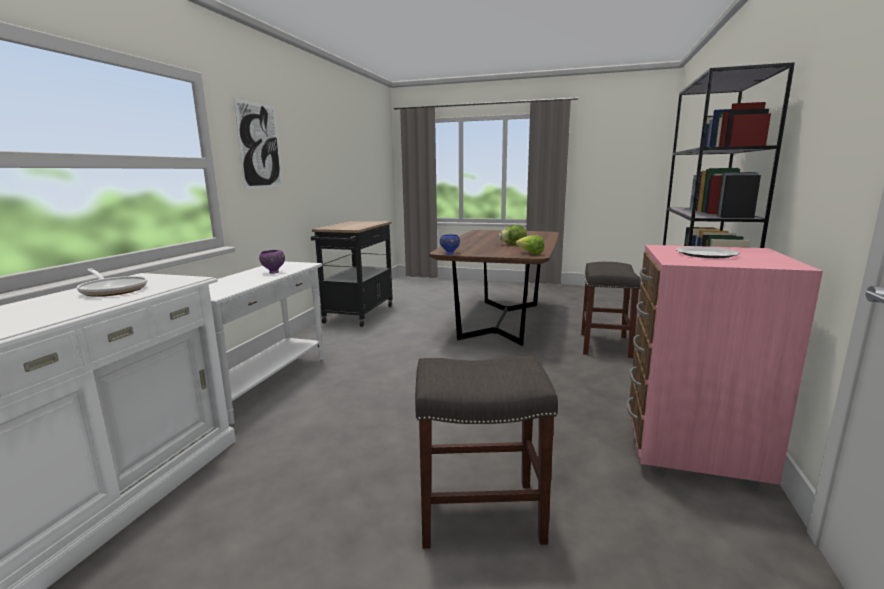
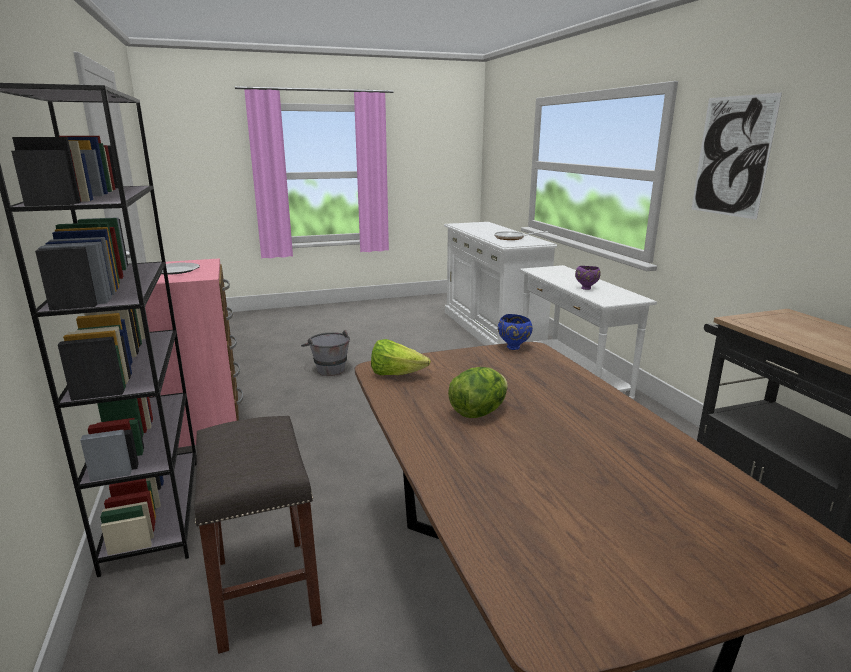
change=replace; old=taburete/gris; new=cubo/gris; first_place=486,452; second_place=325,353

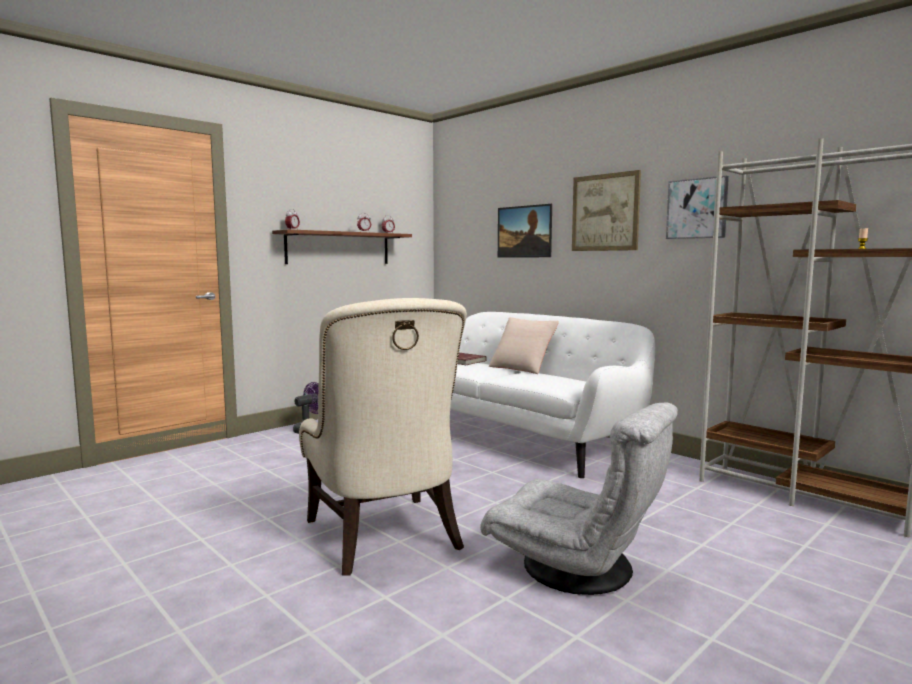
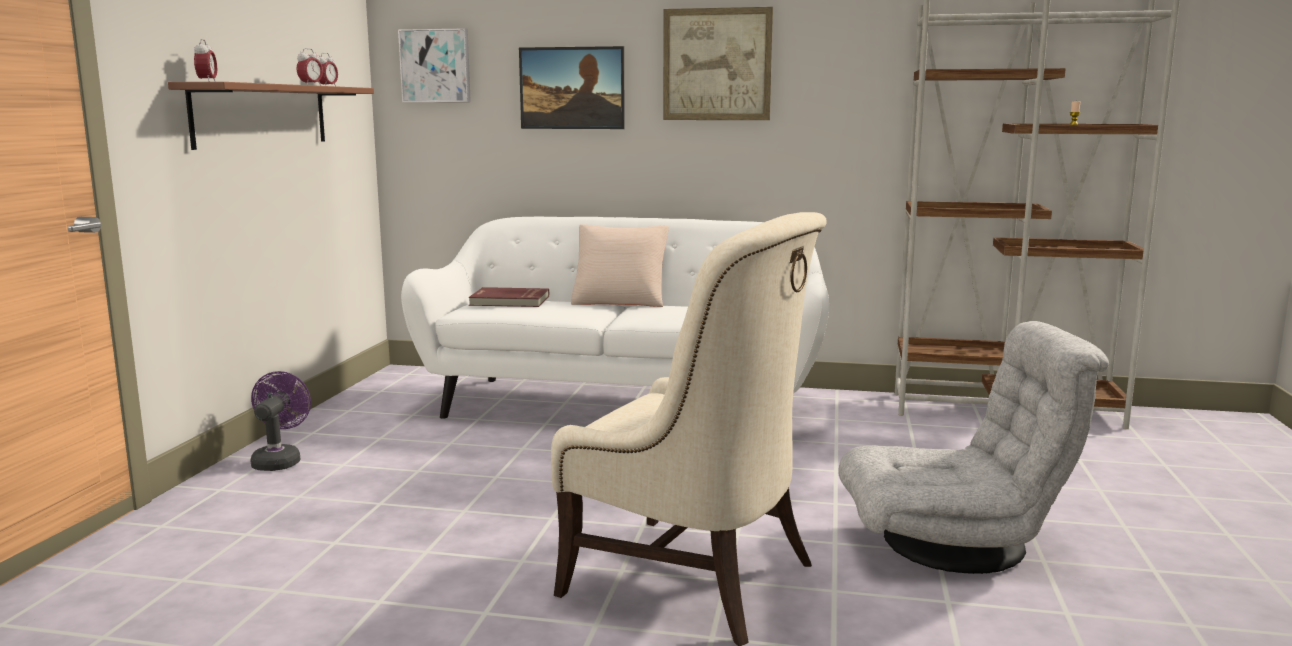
change=move; old=cuadro; first_place=697,207; second_place=434,65

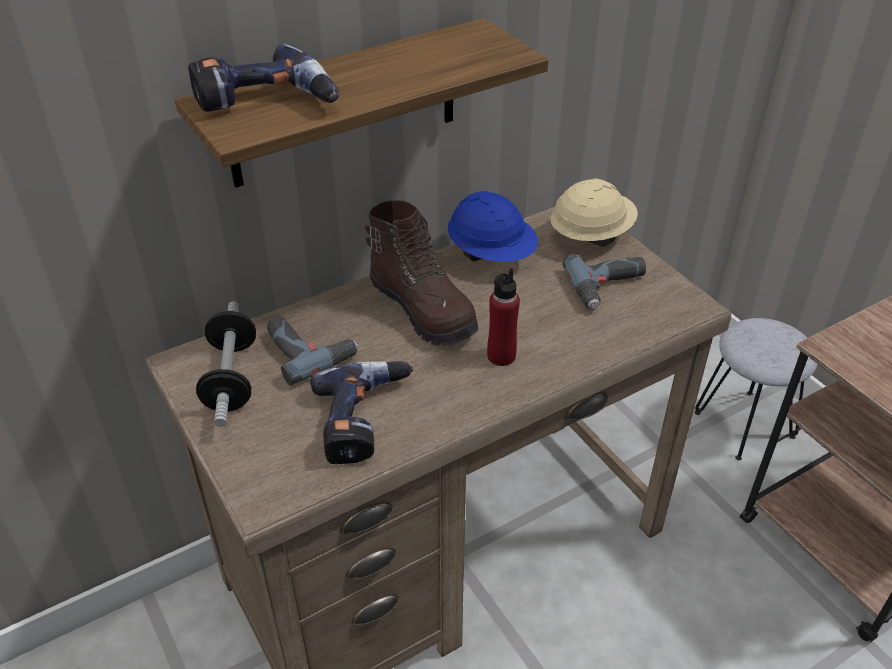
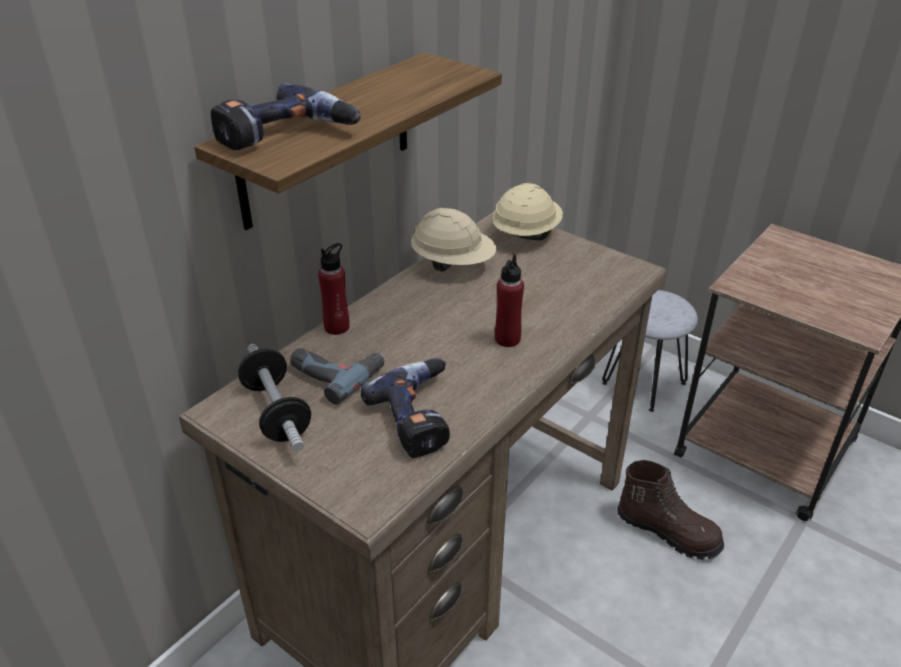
change=delete; old=taladro; first_place=604,281
change=insert; new=botella/rojo; second_place=334,289
change=move; old=bota/marrón; first_place=422,273; second_place=670,510
change=recolor; old=casco/azul; new=casco/beis; first_place=493,226; second_place=453,240

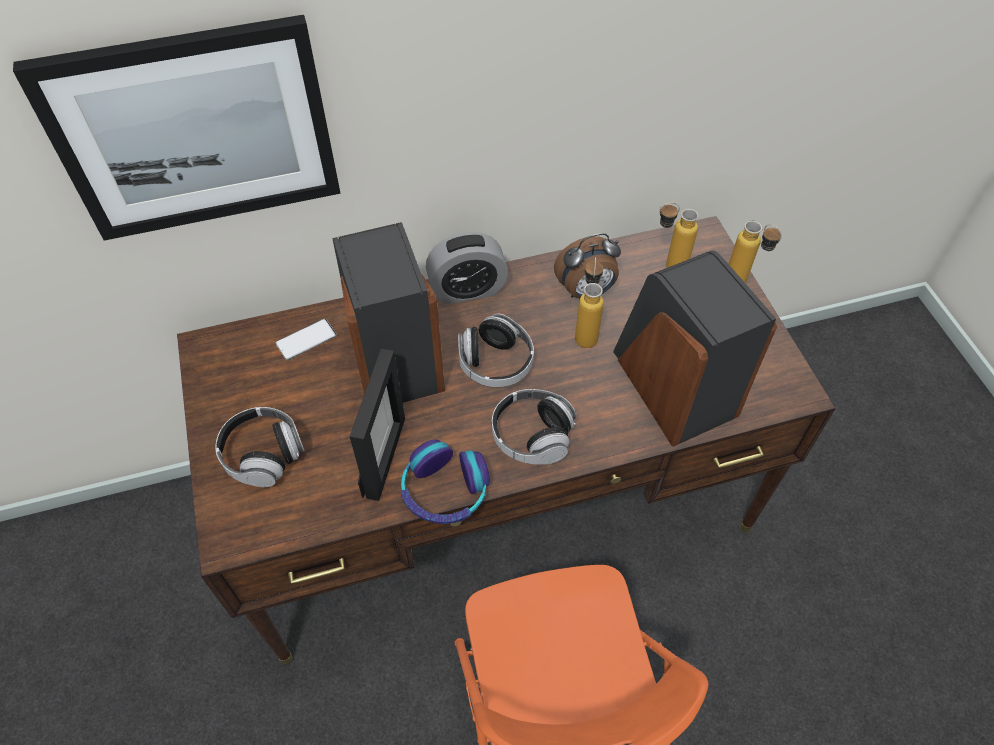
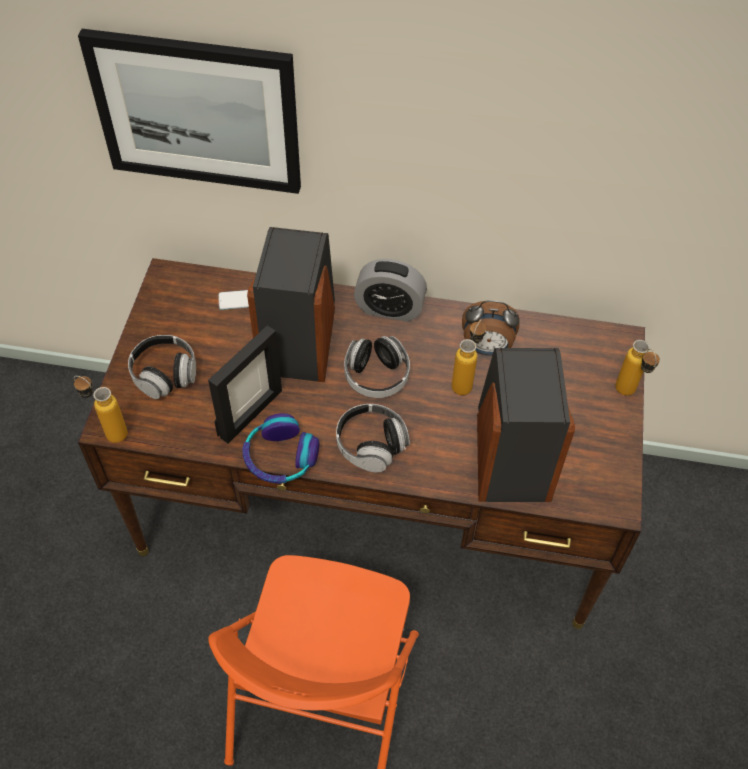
change=move; old=botella; first_place=679,235; second_place=101,409

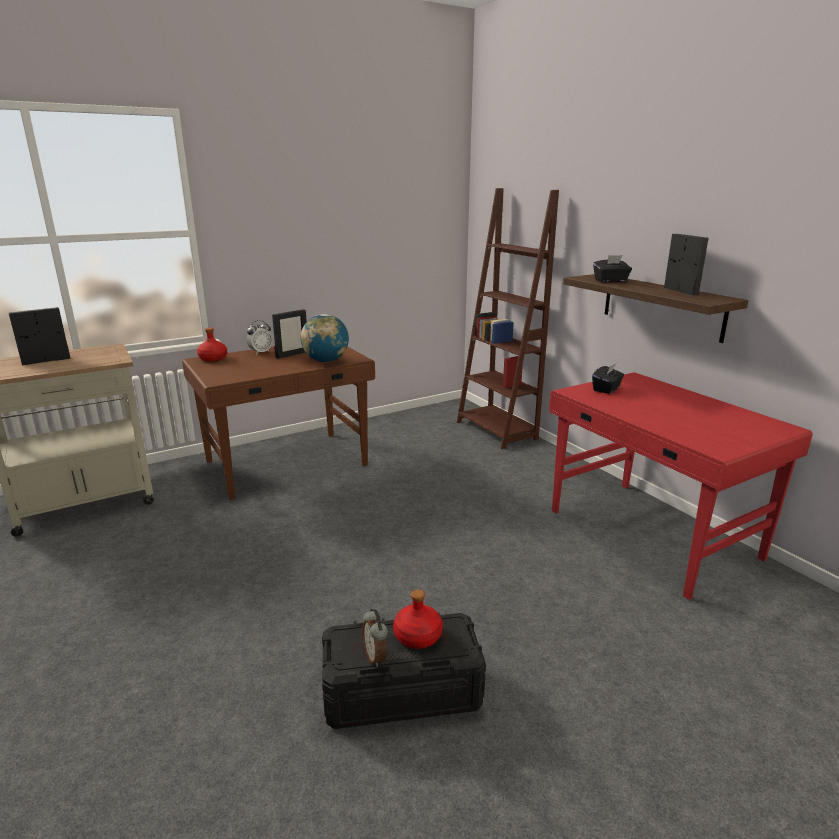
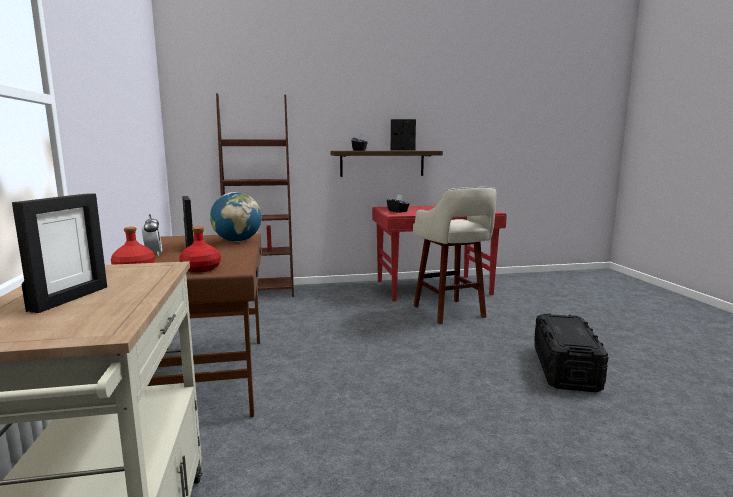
change=delete; old=despertador; first_place=375,638
change=insert; new=taburete/beis; second_place=455,255
change=move; old=botella/rojo; first_place=418,619; second_place=200,249
change=rotate; old=portarretratos; first_place=40,336; second_place=59,253; degrees=-150

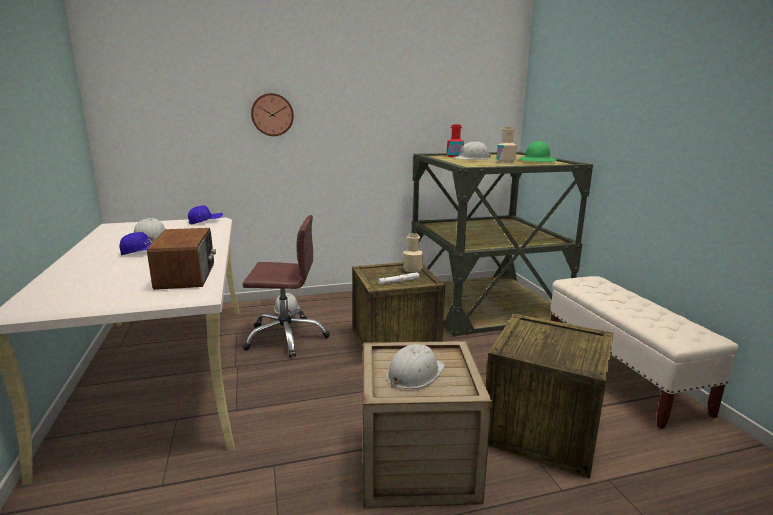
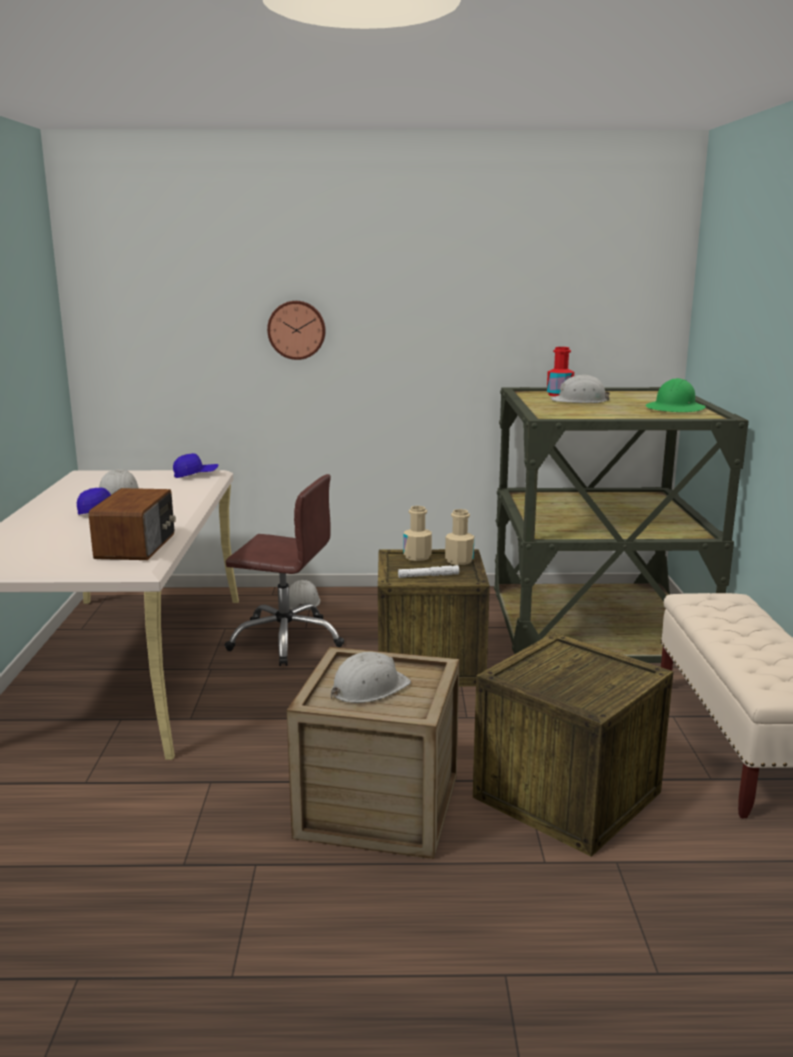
change=move; old=botella/beis; first_place=507,145; second_place=418,533

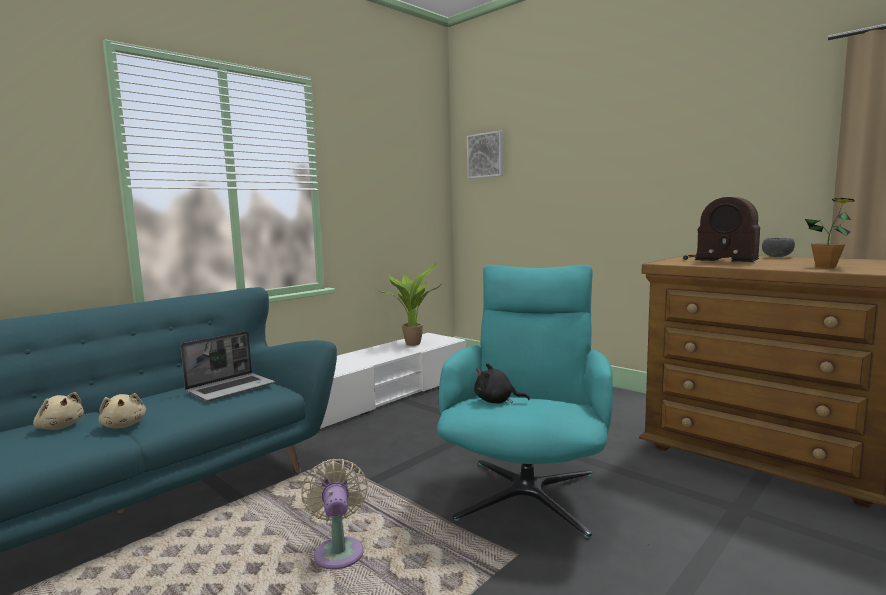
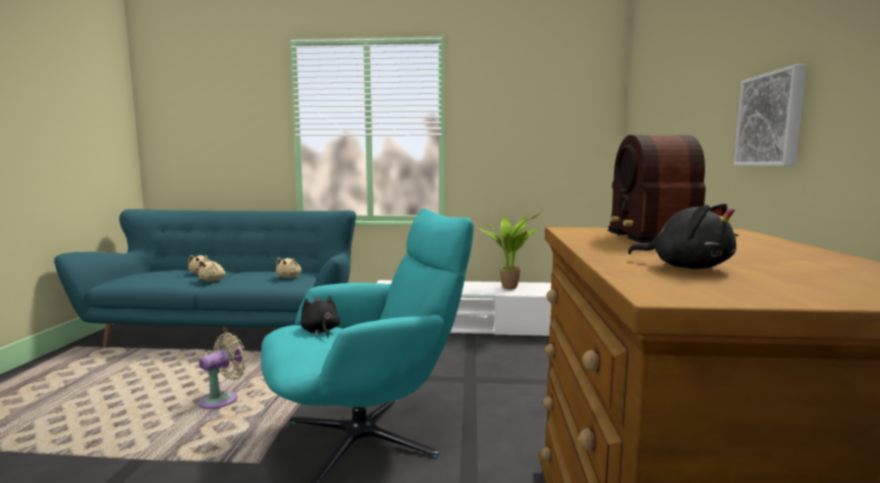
change=delete; old=cuenco/gris; first_place=778,247
change=move; old=cuadro; first_place=485,155; second_place=770,115
change=replace; old=portátil; new=peluche/beis; first_place=228,366; second_place=289,268
change=replace; old=planta en maceta; new=peluche/negro; first_place=829,233; second_place=682,236

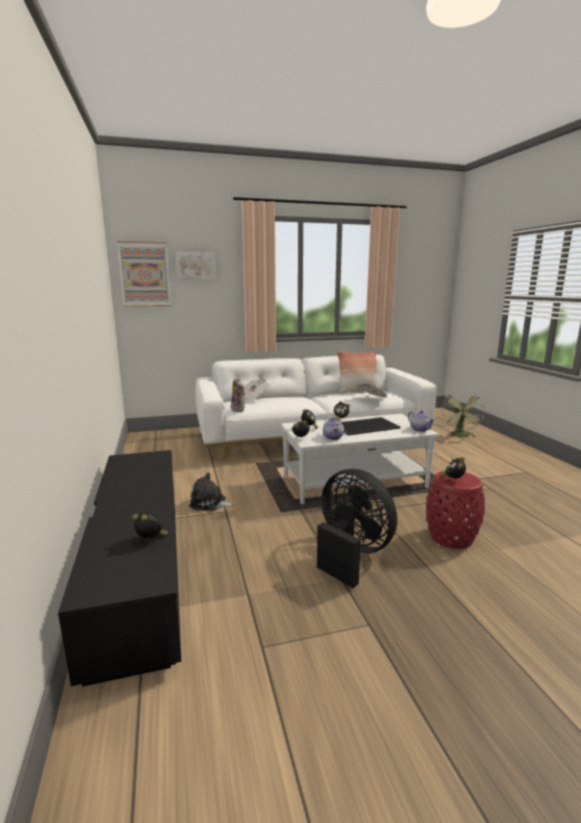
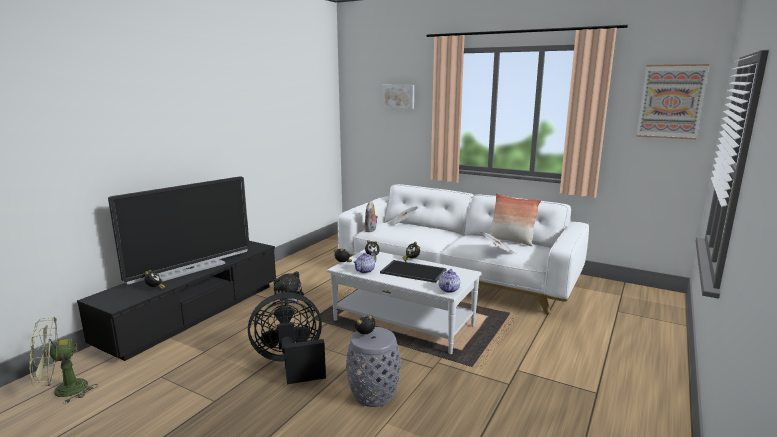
change=insert; new=televisor; second_place=179,230
change=move; old=cuadro; first_place=144,274; second_place=673,102
change=move; old=ventilador/verde; first_place=463,414; second_place=63,360
change=recolor; old=taburete/rojo; new=taburete/gris; first_place=455,510; second_place=373,367
change=rotate; old=ventilador/negro; first_place=357,528; second_place=287,338; degrees=-105

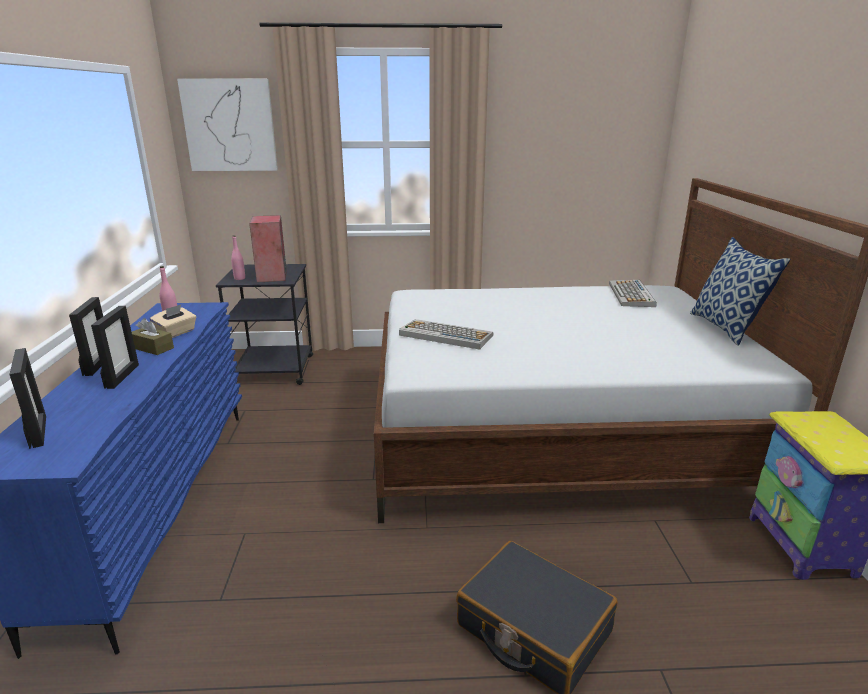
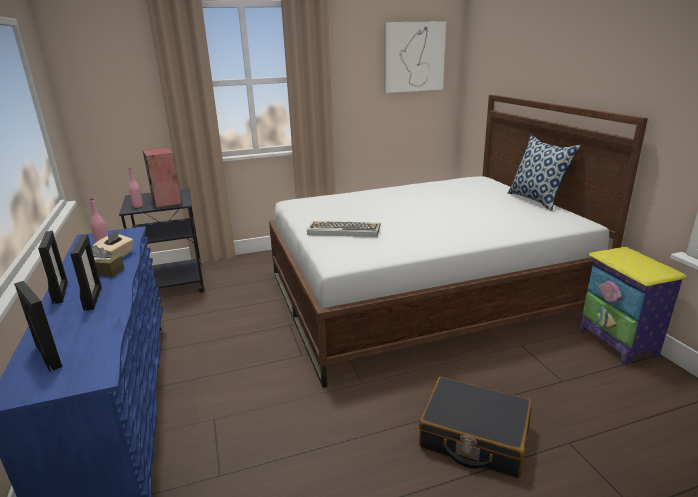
change=delete; old=teclado; first_place=633,293
change=move; old=cuadro; first_place=227,125; second_place=415,57

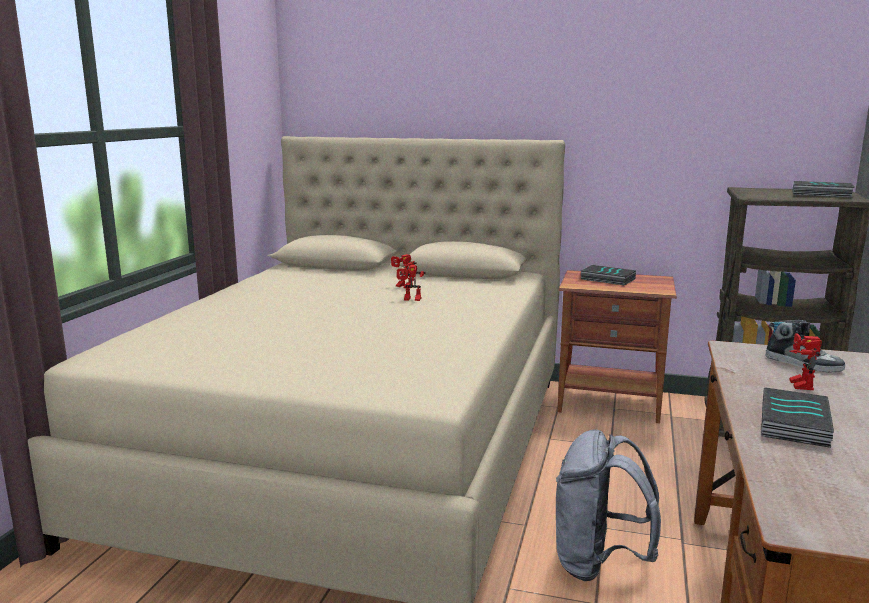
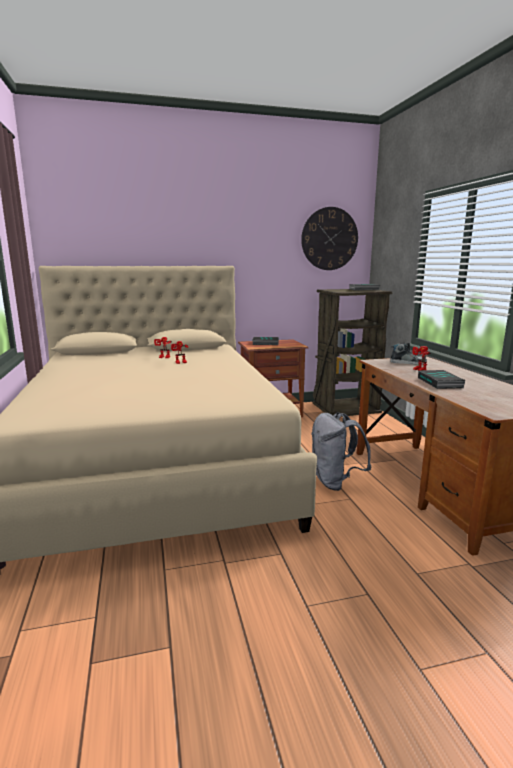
change=insert; new=reloj de pared; second_place=329,238

